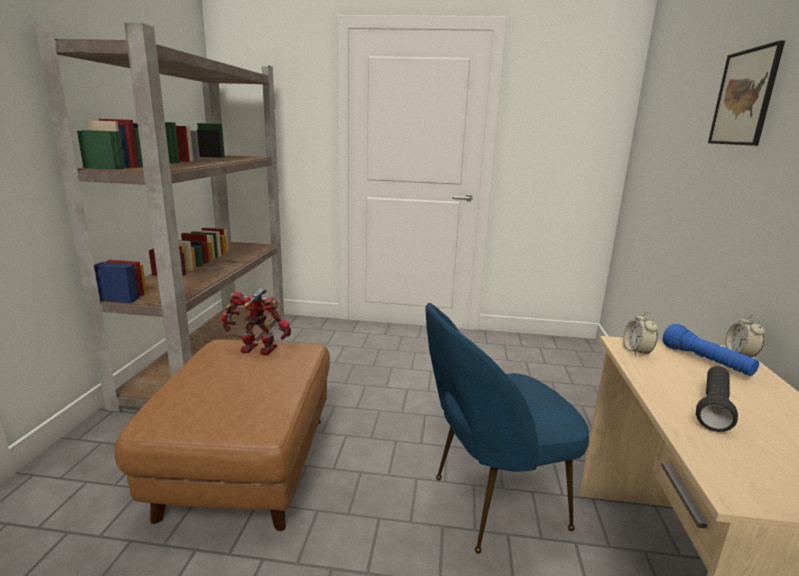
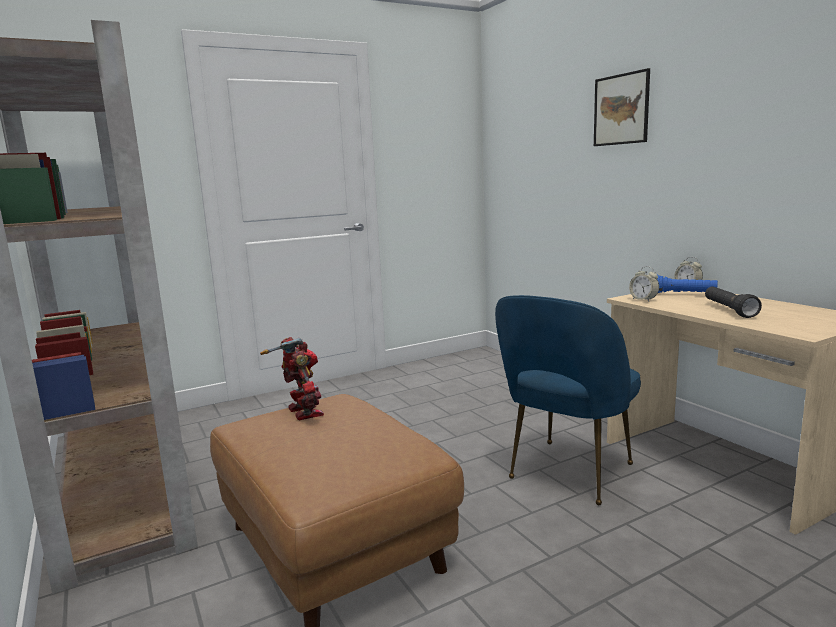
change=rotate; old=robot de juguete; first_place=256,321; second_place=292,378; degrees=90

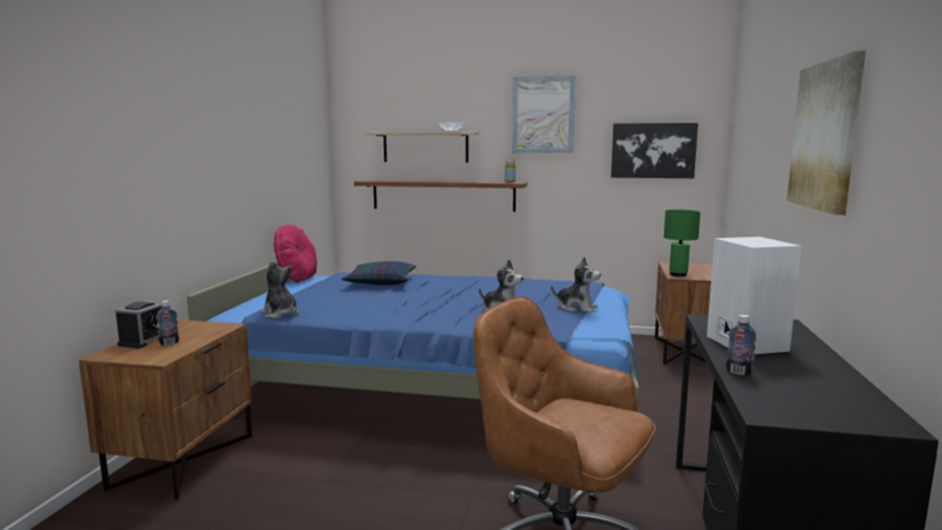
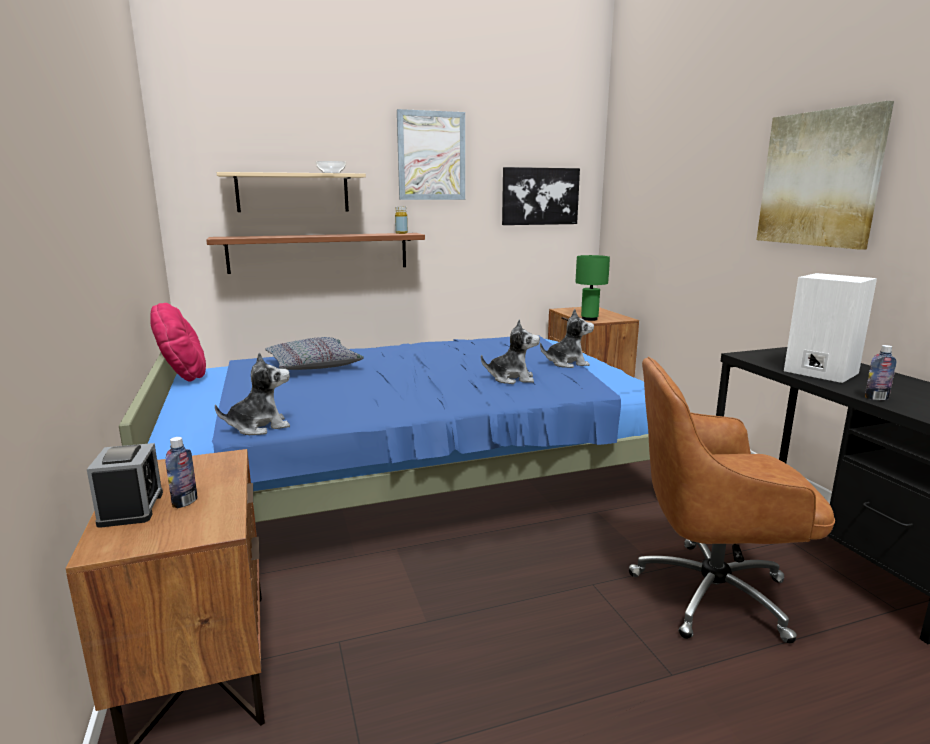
change=recolor; old=cojín/azul; new=cojín/gris; first_place=379,273; second_place=314,353
change=rotate; old=peluche; first_place=280,290; second_place=252,393; degrees=135

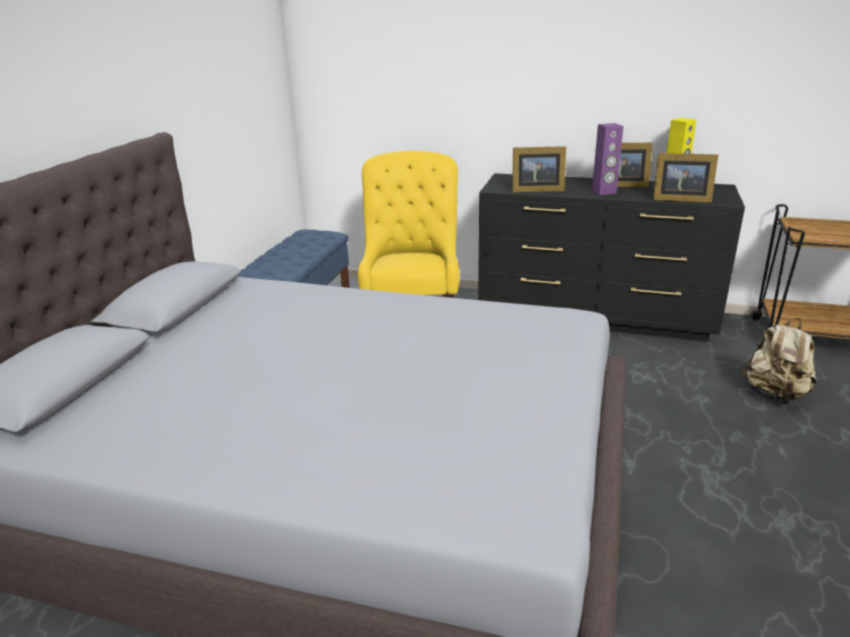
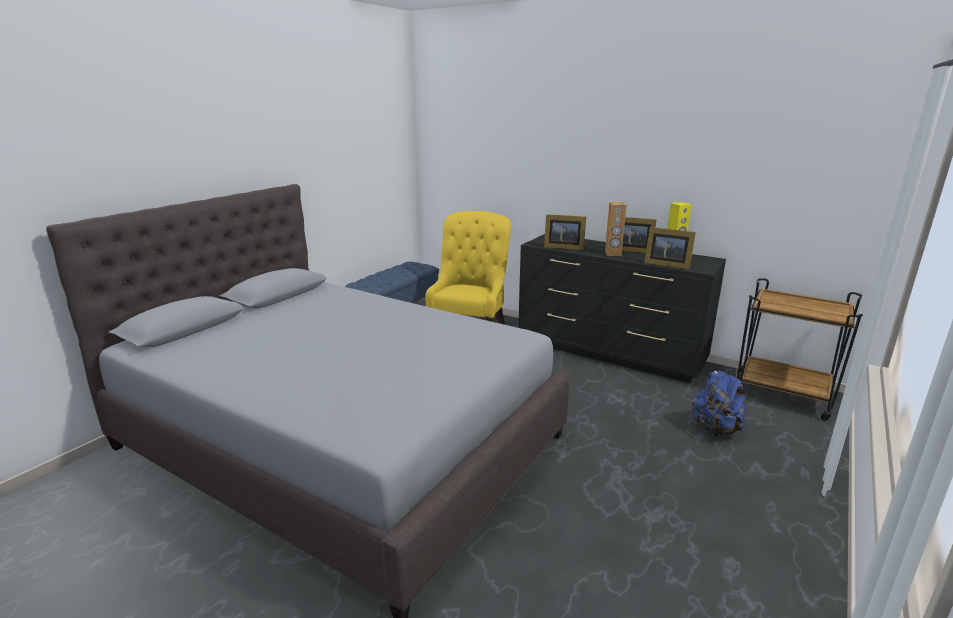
change=recolor; old=altavoz/morado; new=altavoz/marrón; first_place=608,159; second_place=616,229
change=recolor; old=mochila/beis; new=mochila/azul; first_place=779,361; second_place=719,402

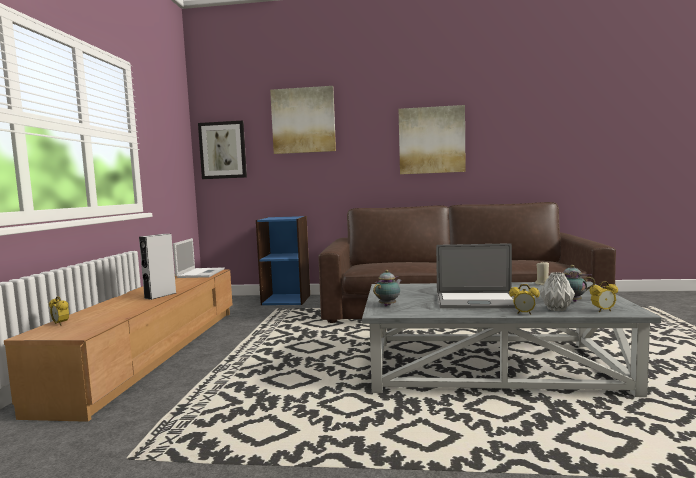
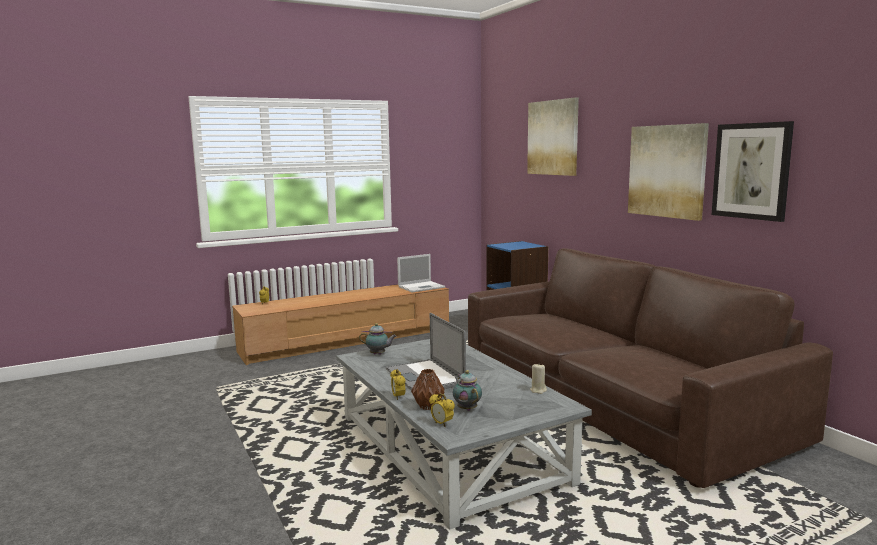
change=delete; old=altavoz/gris; first_place=157,267
change=move; old=cuadro; first_place=222,150; second_place=753,171
change=recolor; old=florero/gris; new=florero/marrón; first_place=557,291; second_place=428,389

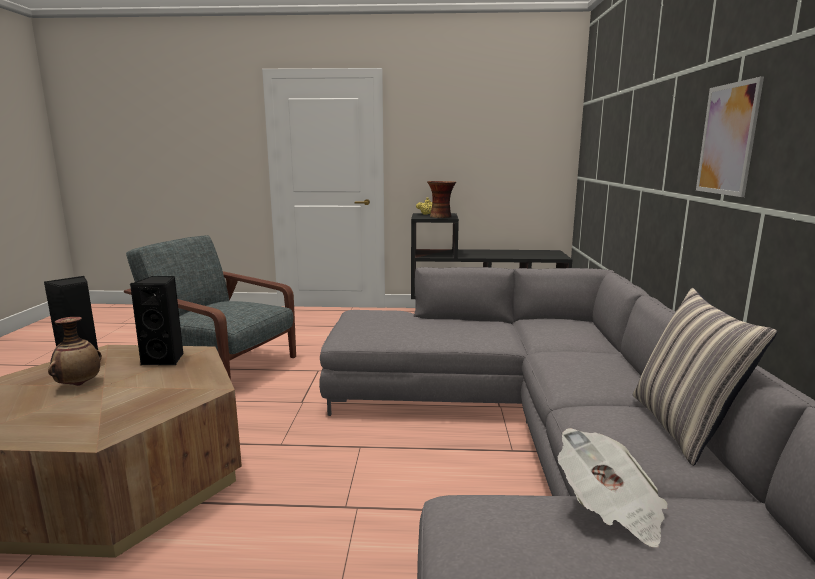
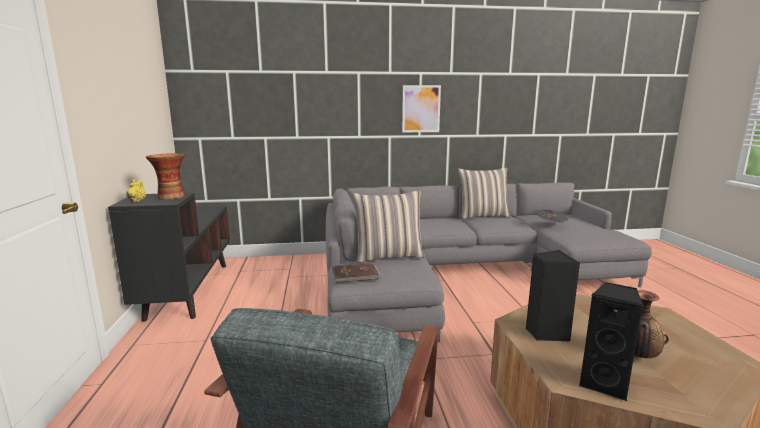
change=insert; new=libro/marrón; second_place=356,273
change=insert; new=cojín; second_place=388,226

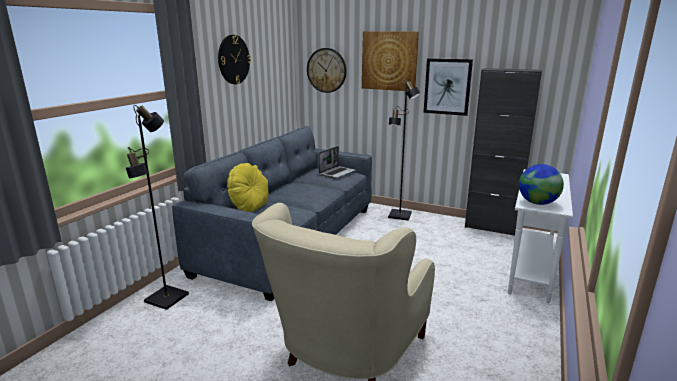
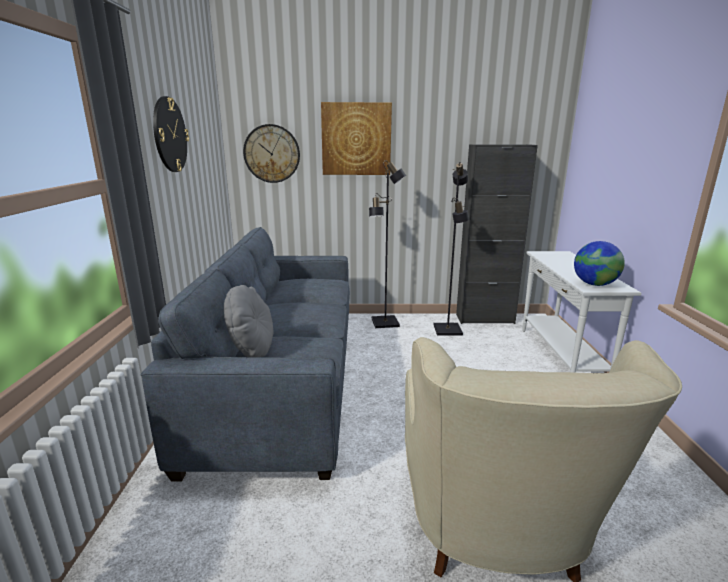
change=delete; old=portátil; first_place=337,162
change=delete; old=cuadro; first_place=448,87
change=move; old=lámpara de pie/negro; first_place=157,207; second_place=451,248
change=recolor; old=cojín/amarillo; new=cojín/gris; first_place=248,187; second_place=249,321

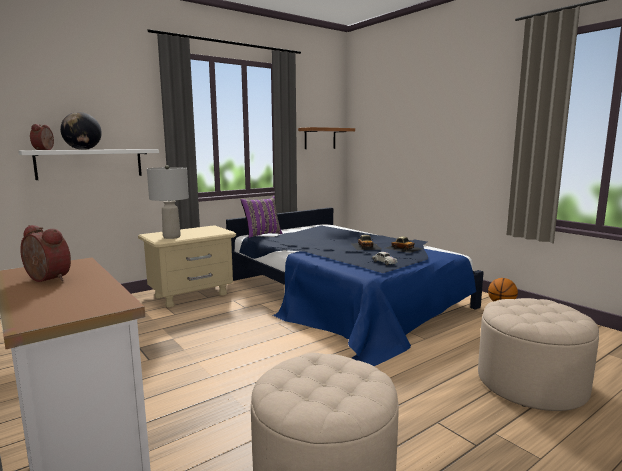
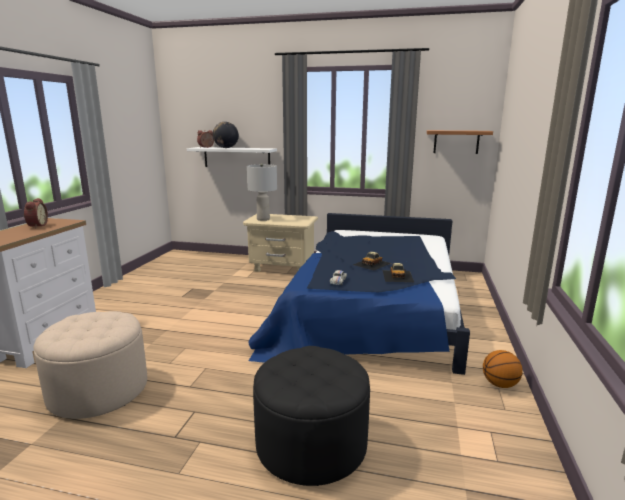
change=delete; old=cojín/morado; first_place=262,217
change=recolor; old=puf/beis; new=puf/negro; first_place=538,354; second_place=311,416

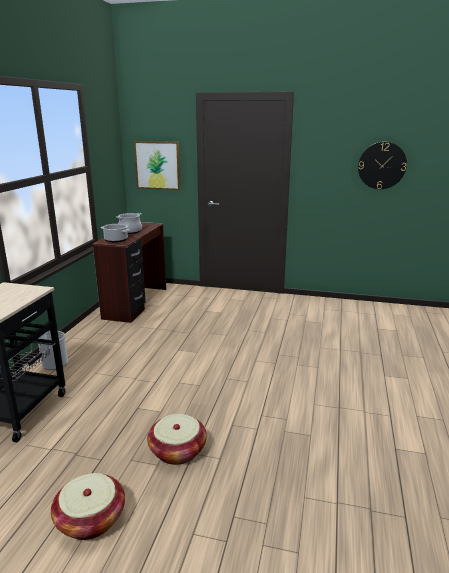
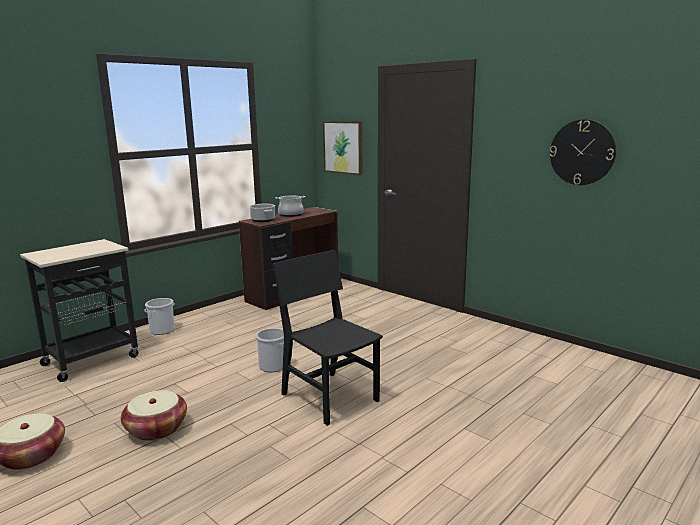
change=insert; new=cubo; second_place=269,350
change=insert; new=silla/negro; second_place=327,338

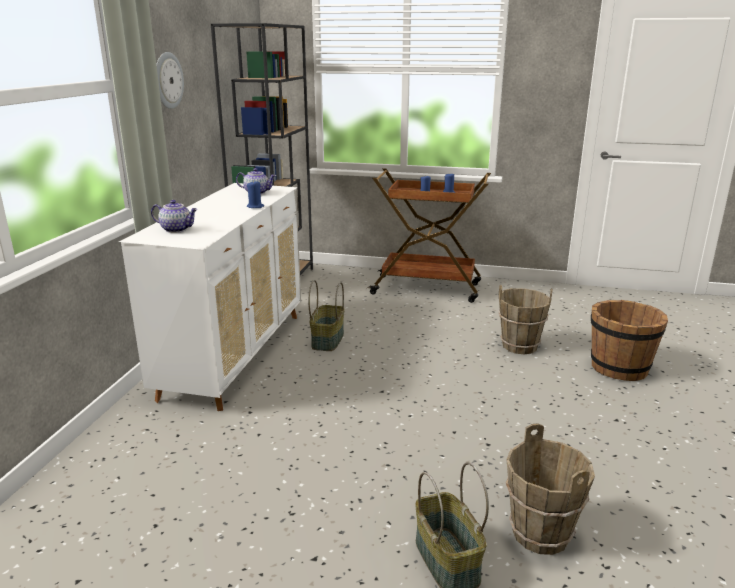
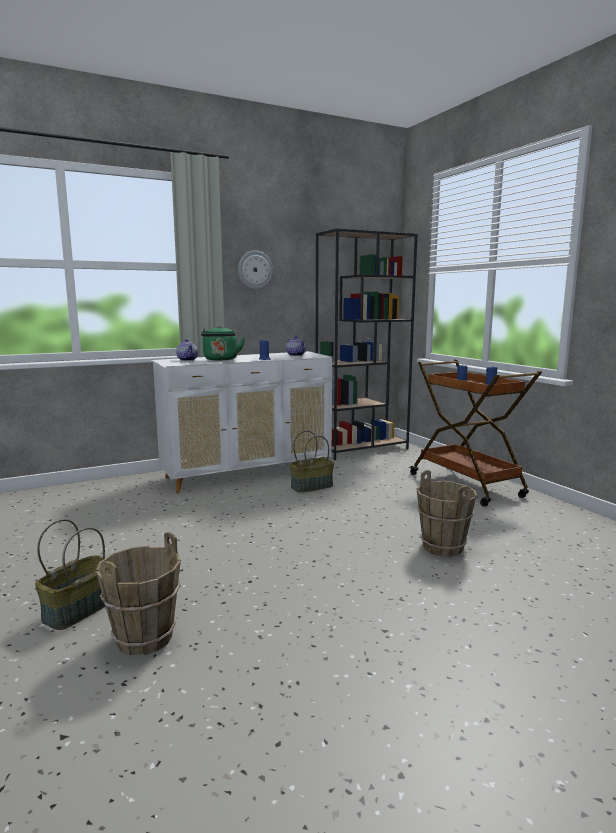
change=delete; old=cubo/marrón; first_place=629,340
change=insert; new=hervidor/verde; second_place=223,343

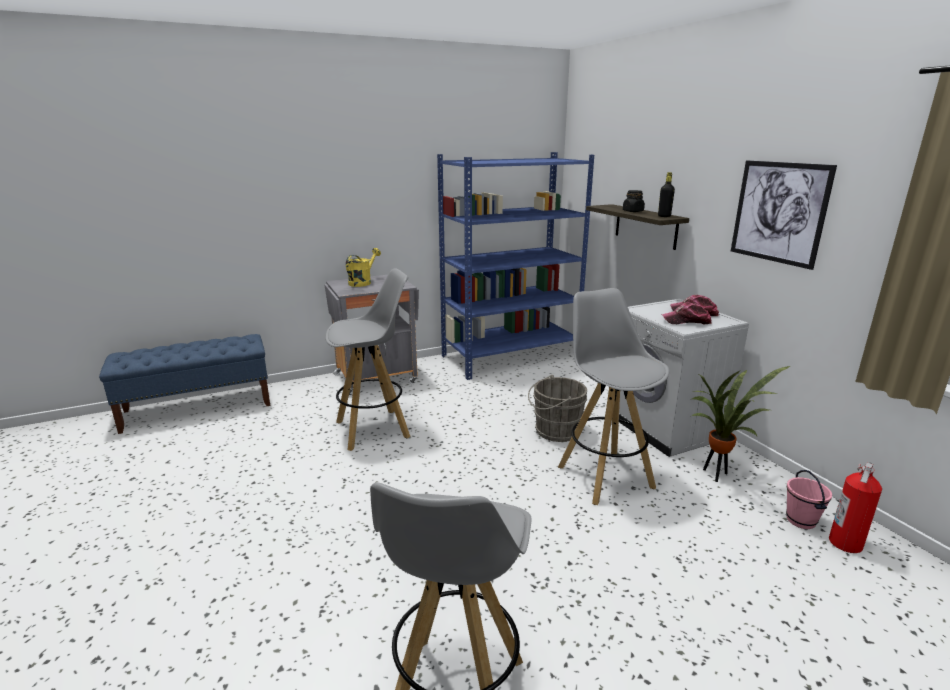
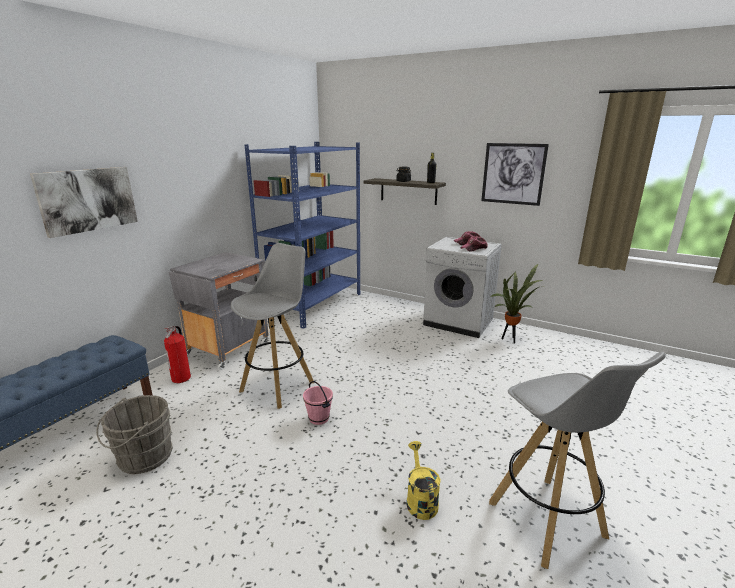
change=delete; old=taburete/gris; first_place=613,396
change=insert; new=cuadro; second_place=84,202
change=move; old=regadera/amarillo; first_place=363,267; second_place=423,480
change=move; old=cubo/gris; first_place=557,408; second_place=134,434
change=move; old=cubo/rosa; first_place=809,499; second_place=318,403
change=move; old=extintor; first_place=855,508; second_place=177,354

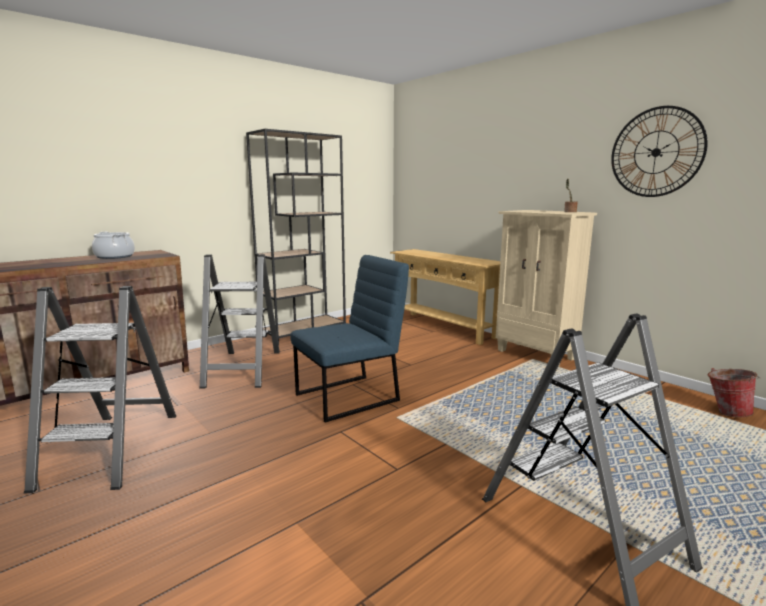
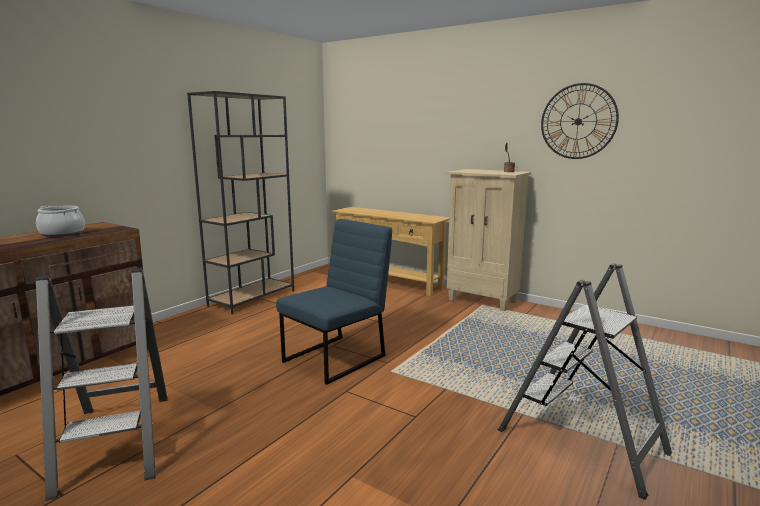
change=delete; old=escalera de tijera/gris; first_place=239,321
change=delete; old=cubo; first_place=734,392

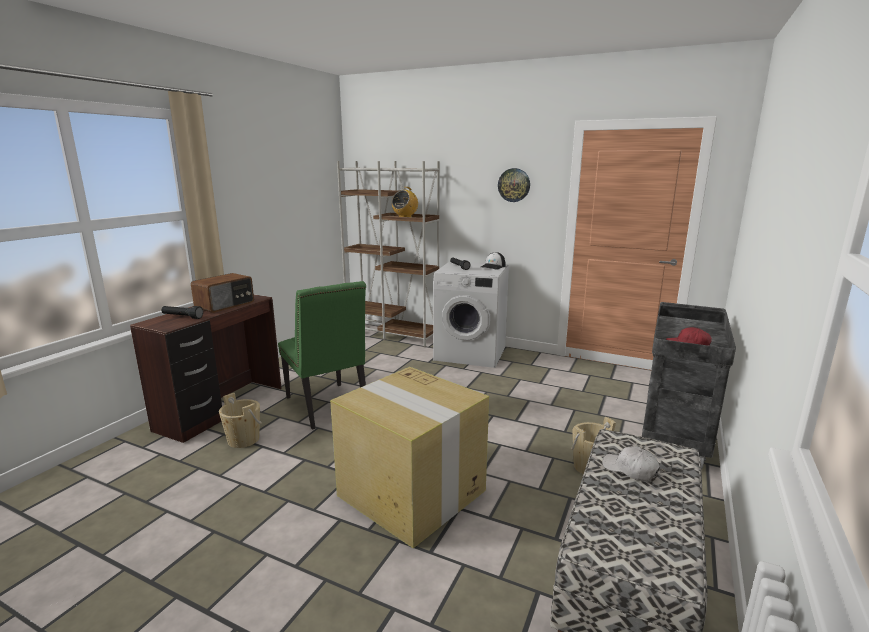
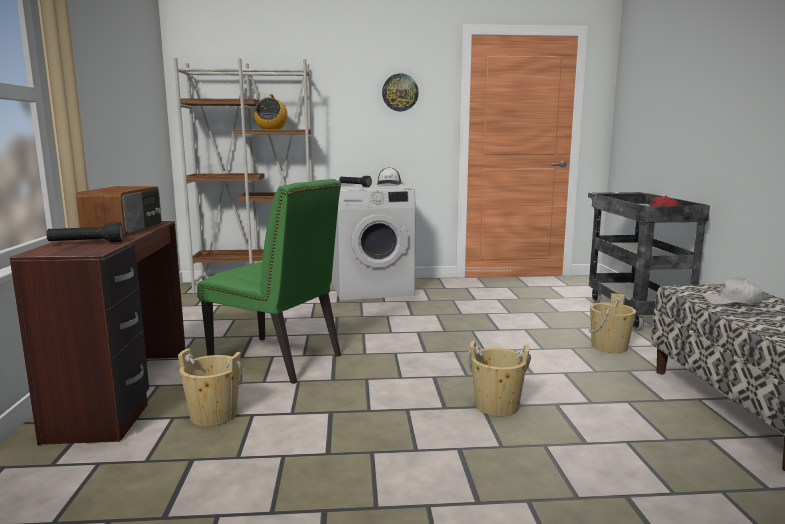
change=replace; old=caja de cartón; new=cubo/beis; first_place=409,457; second_place=499,378

